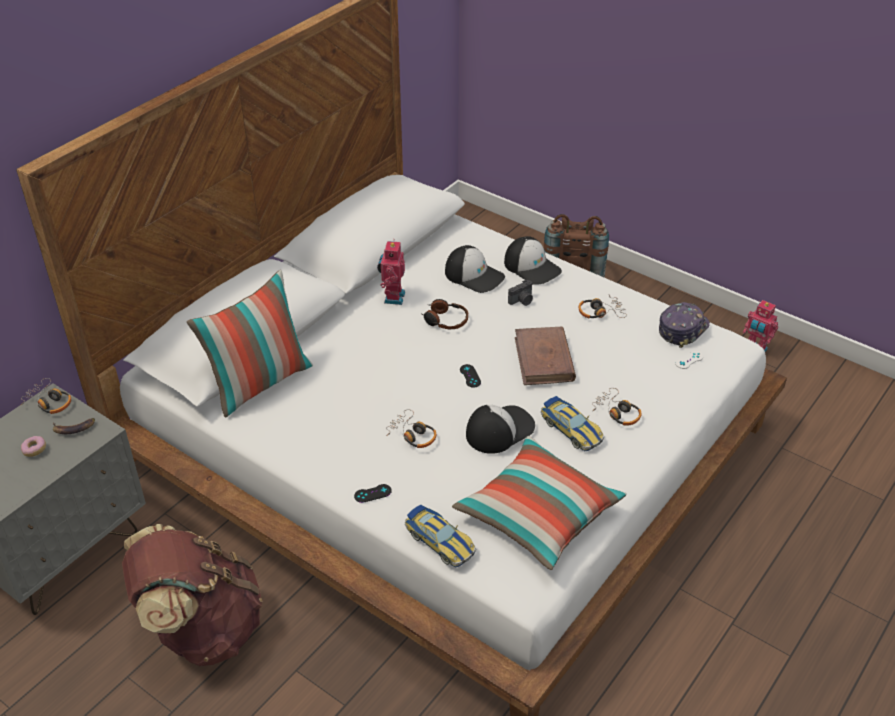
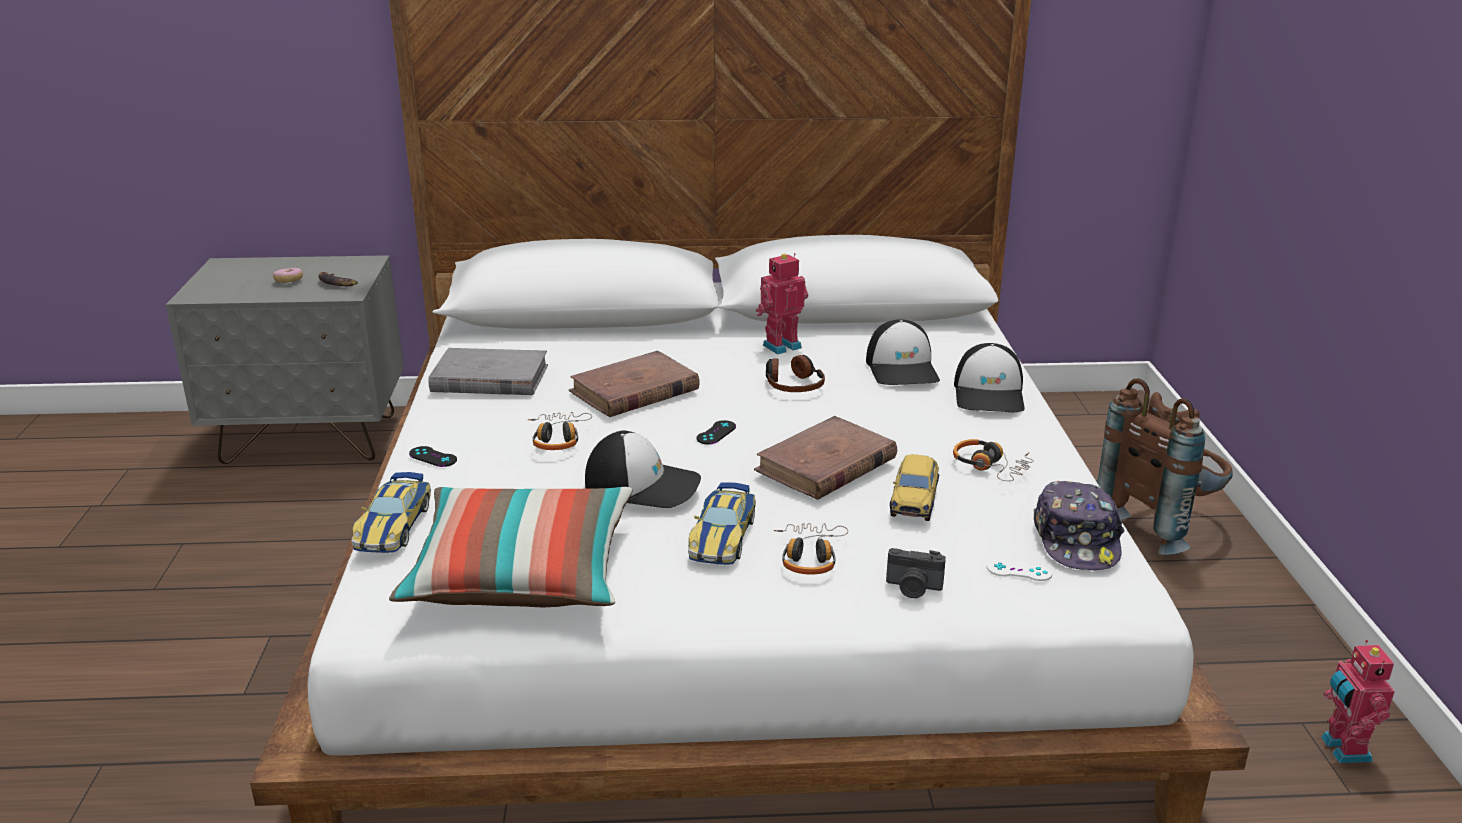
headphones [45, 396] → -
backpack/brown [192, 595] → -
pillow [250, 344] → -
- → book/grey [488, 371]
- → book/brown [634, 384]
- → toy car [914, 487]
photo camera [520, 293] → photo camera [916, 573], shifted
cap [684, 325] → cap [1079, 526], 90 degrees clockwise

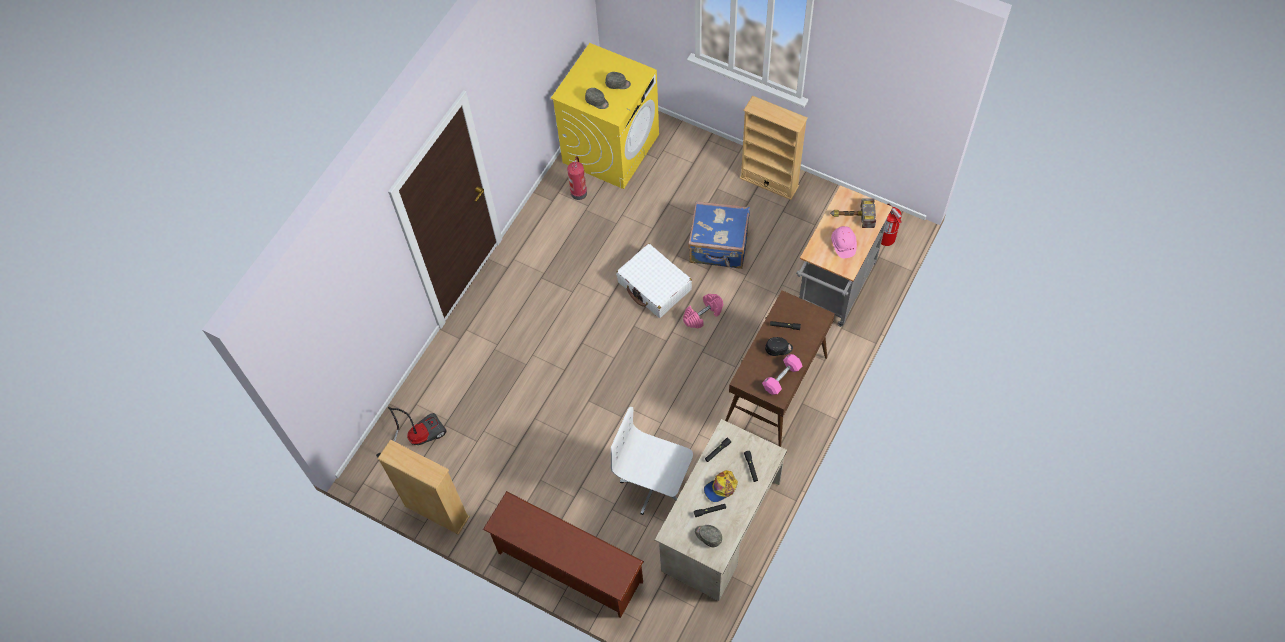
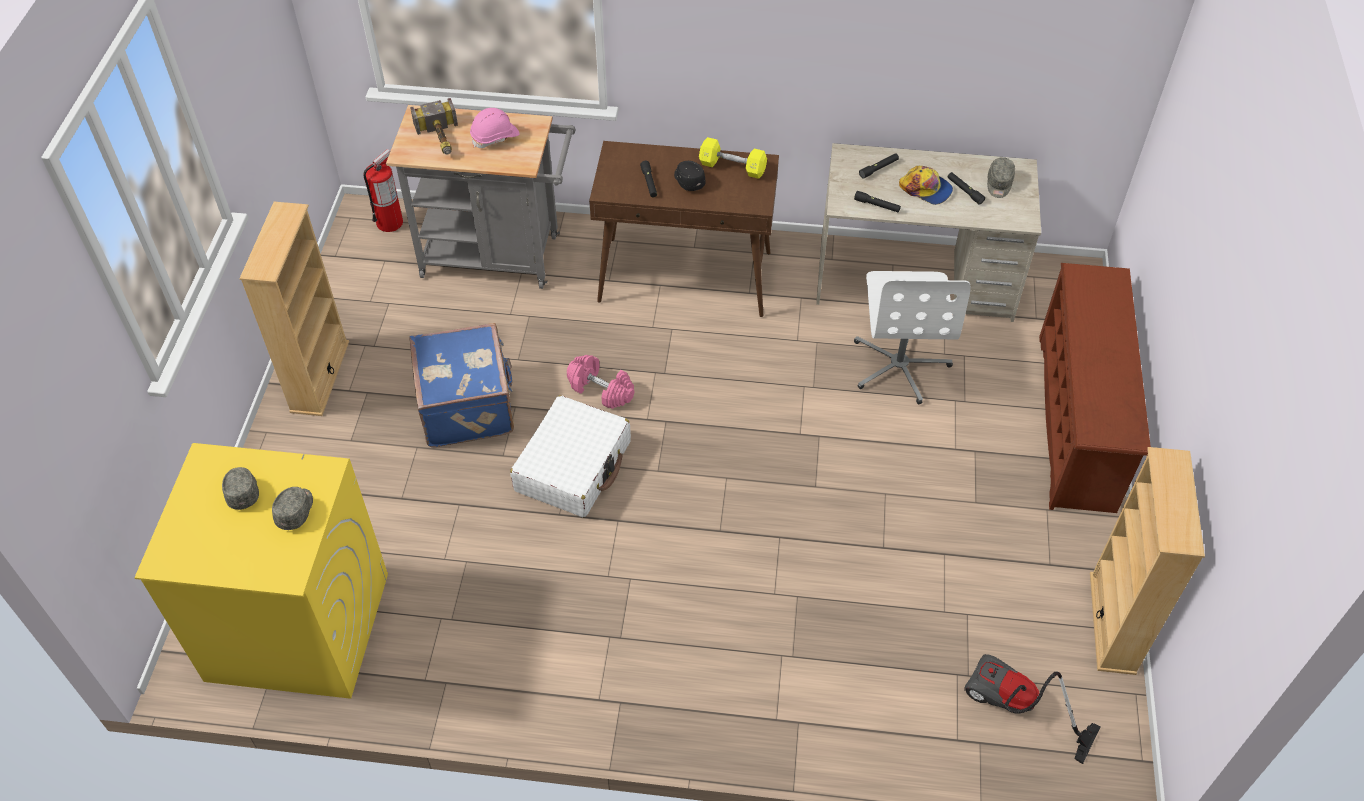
fire extinguisher [577, 178] → -
dumbbell/pink [782, 374] → dumbbell/yellow [733, 158]

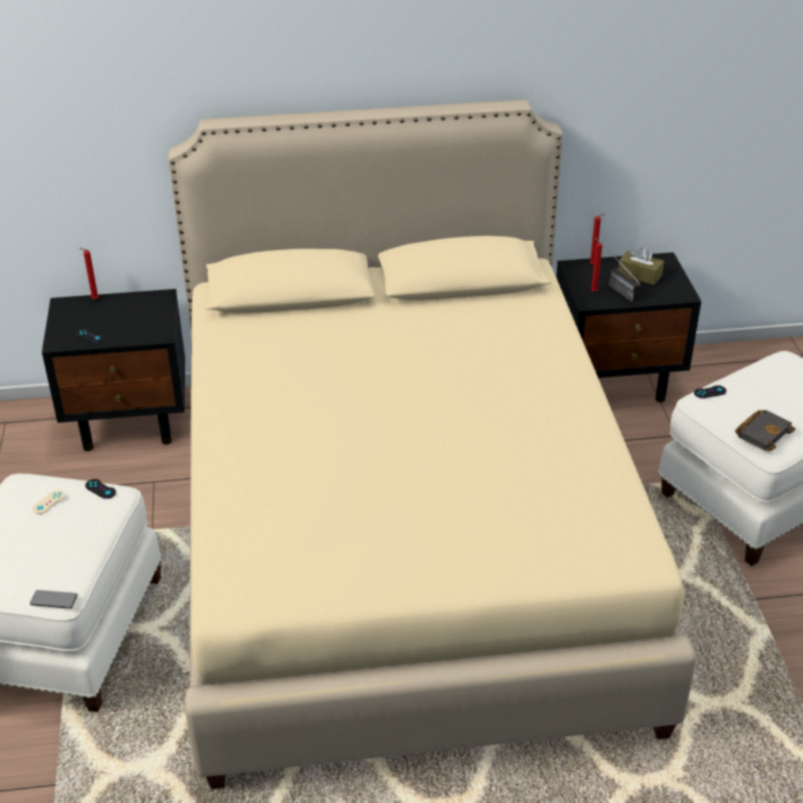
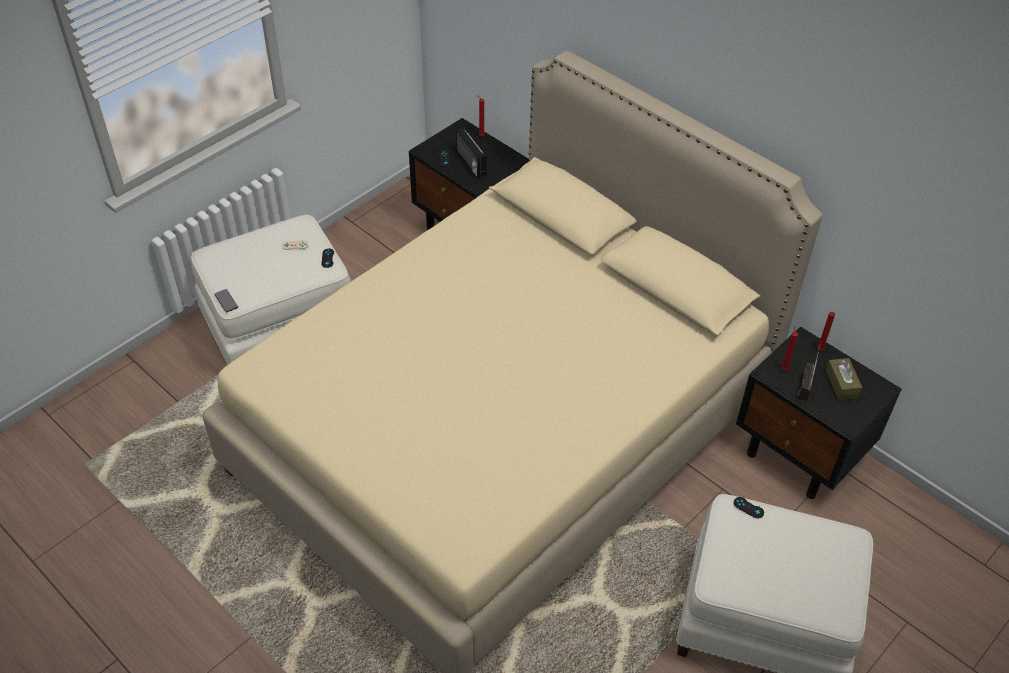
book/black [765, 430] → -
- → radio [471, 153]

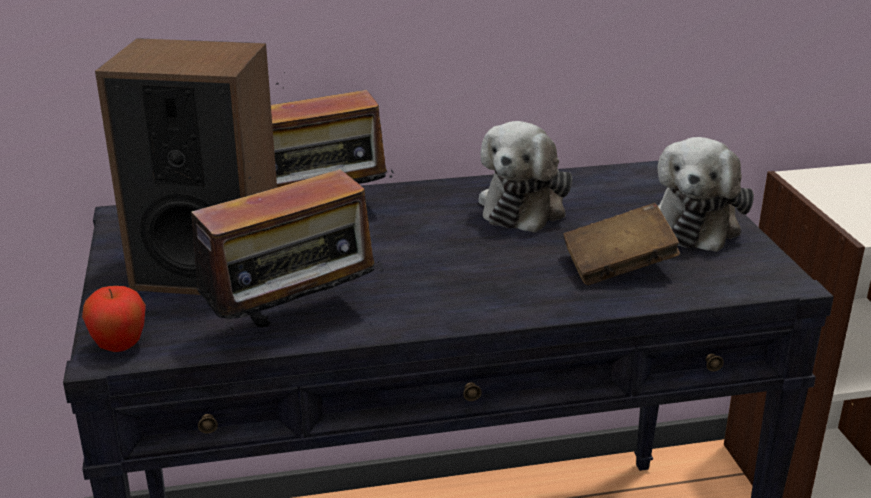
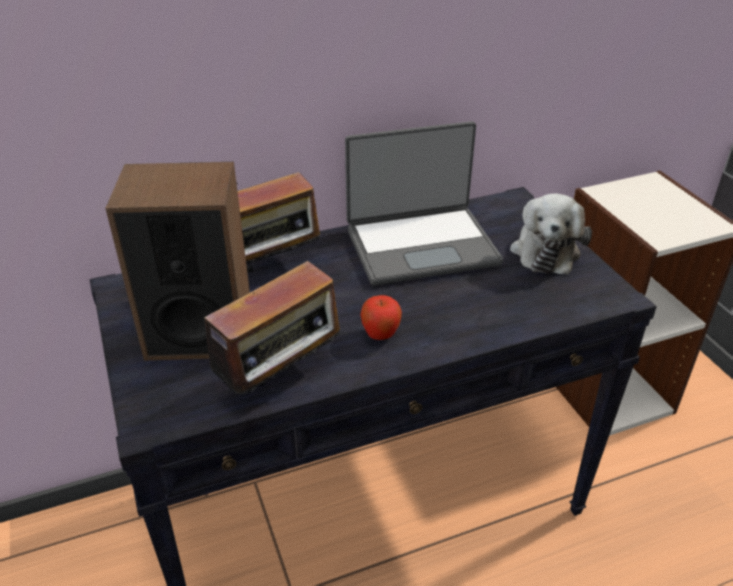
book/brown [621, 244] → -
apple [114, 319] → apple [381, 317], shifted
plush toy [525, 177] → laptop [424, 203]

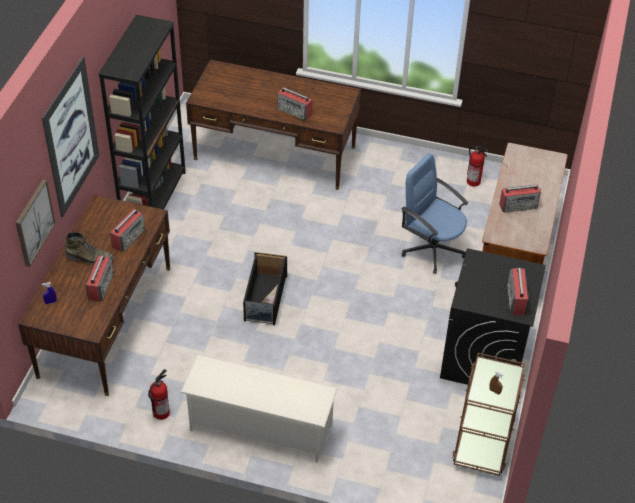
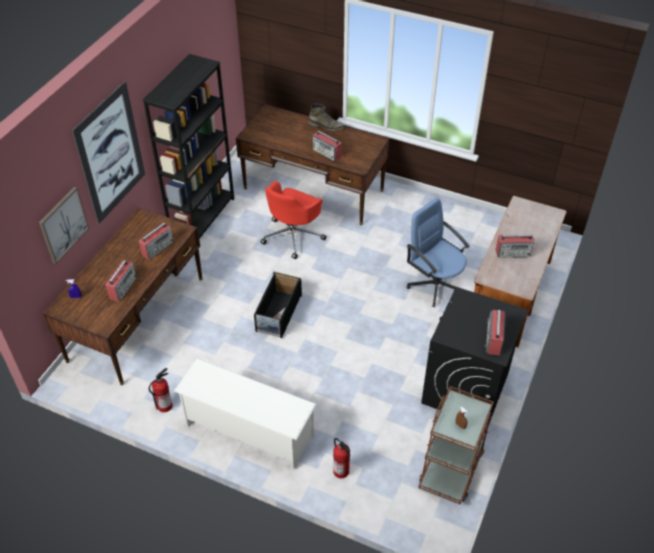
- → office chair/red [293, 220]
boot/green [89, 248] → boot/green [326, 117], shifted
fire extinguisher [477, 166] → fire extinguisher [341, 458], shifted

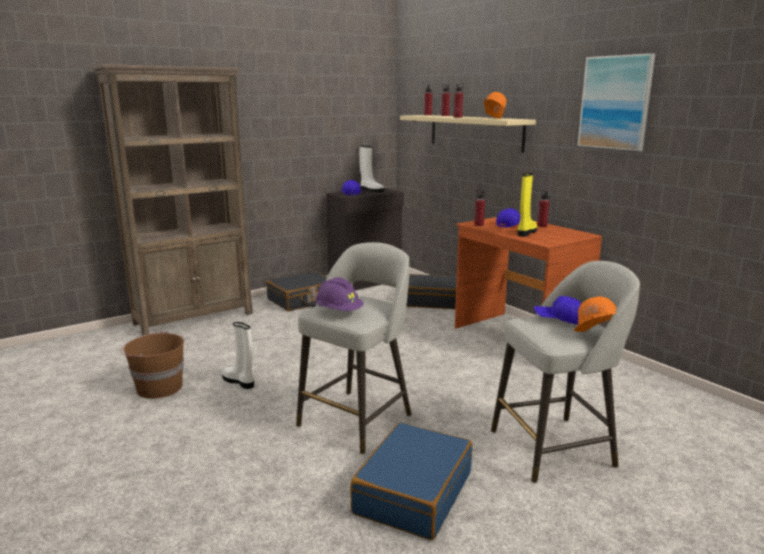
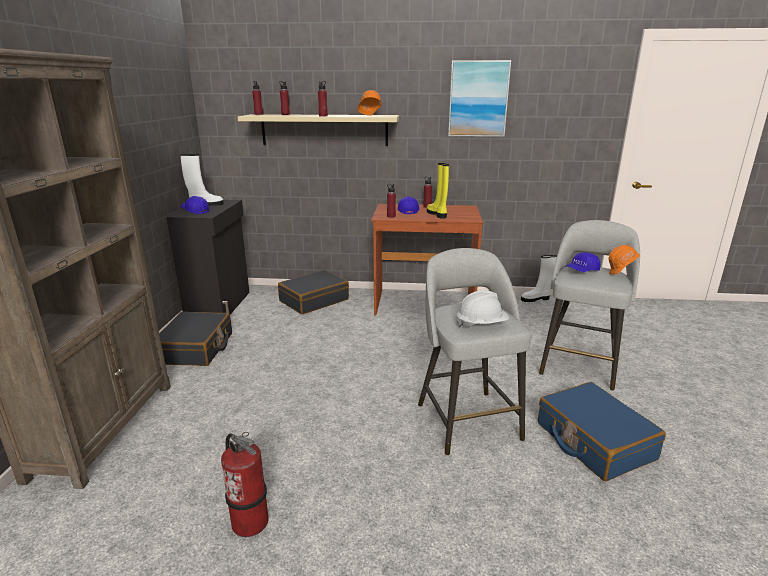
boot/white [238, 355] → boot/white [539, 278], shifted
bucket/brown [152, 365] → fire extinguisher [245, 484]
hard hat/purple [339, 294] → hard hat/white [482, 308]

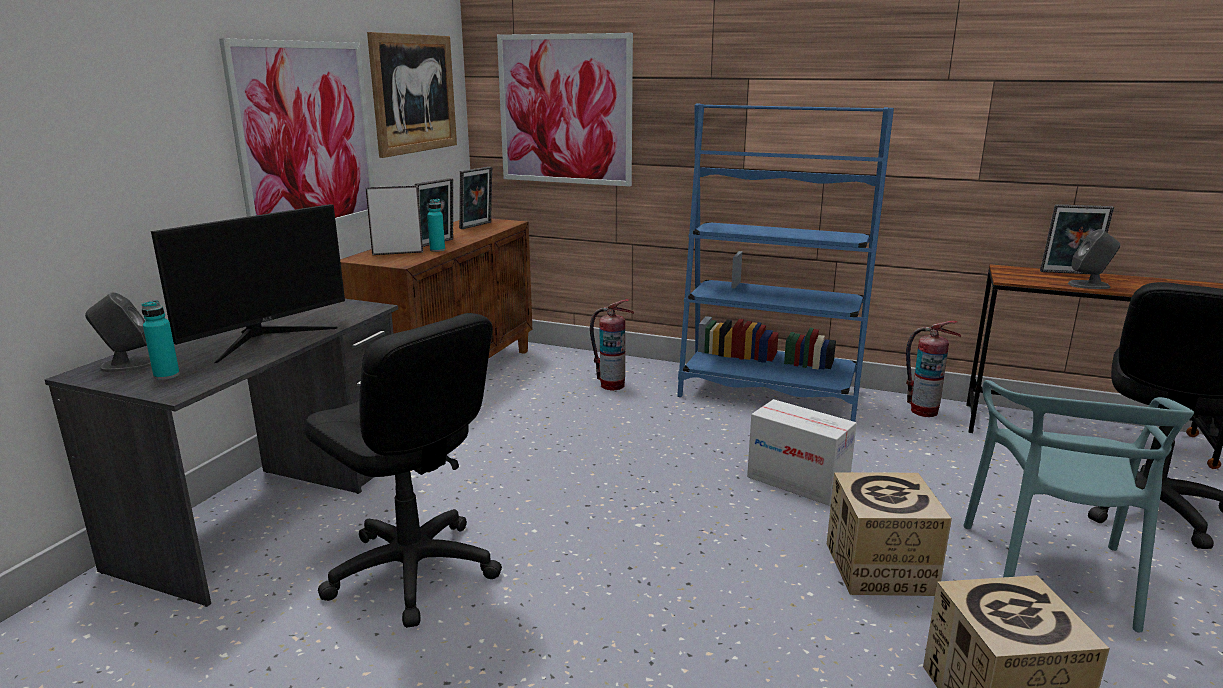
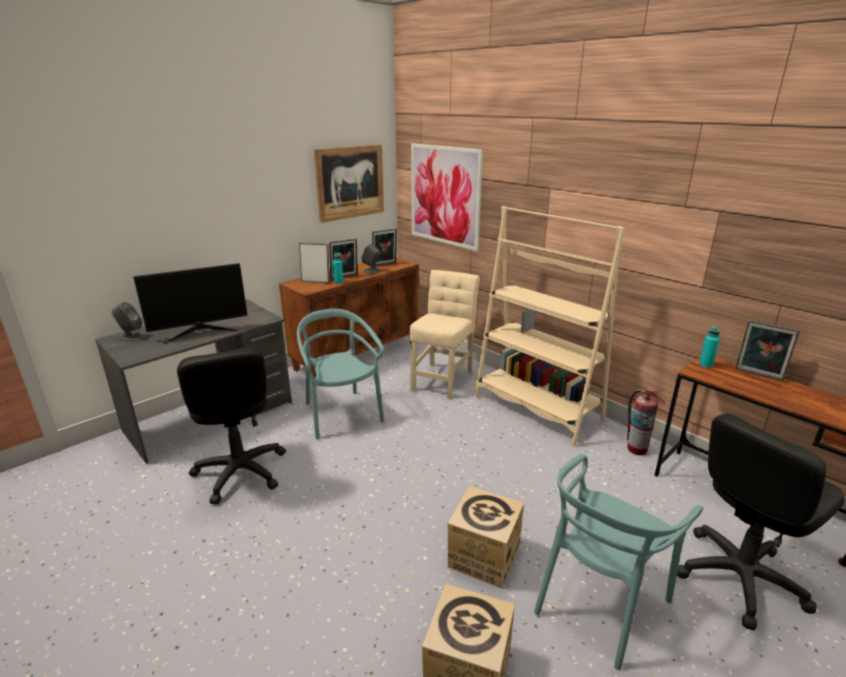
picture [296, 131] → -
cardboard box [802, 452] → -
- → chair/turquoise [340, 374]
bottle/turquoise [161, 340] → bottle/turquoise [709, 347], shifted
speaker/grey [1094, 259] → speaker/grey [371, 258], shifted
fire extinguisher [612, 345] → chair/beige [445, 334]
bookcase/blue [785, 263] → bookcase/beige [550, 326]

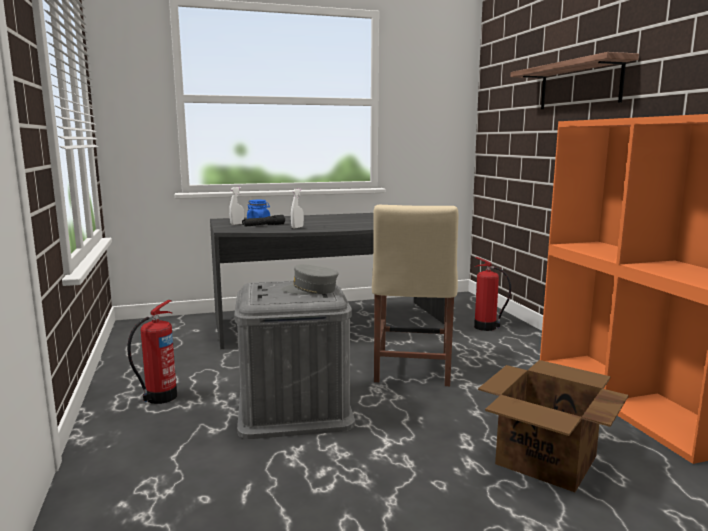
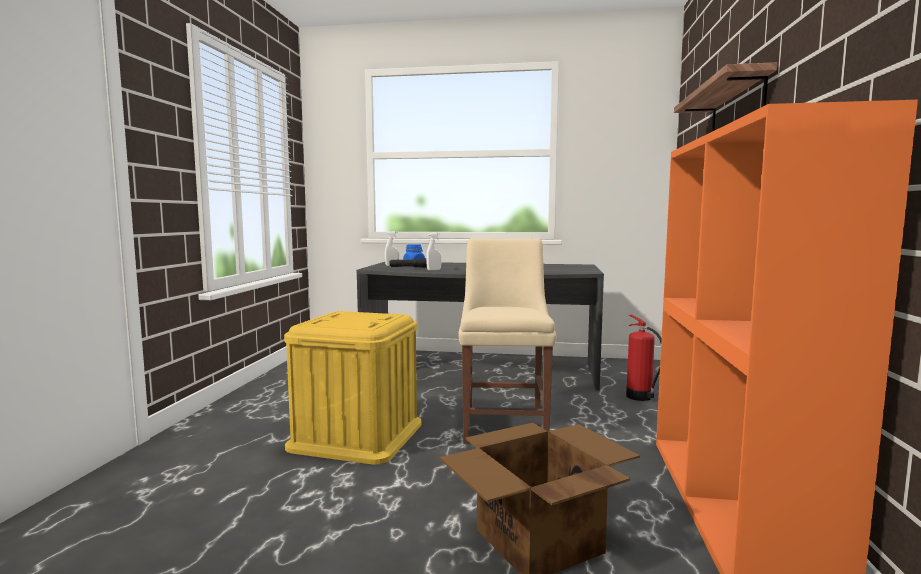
fire extinguisher [152, 352] → -
cap/grey [310, 279] → -
storage box/grey [294, 360] → storage box/yellow [353, 387]
chair/beige [415, 295] → chair/beige [507, 340], 150 degrees clockwise

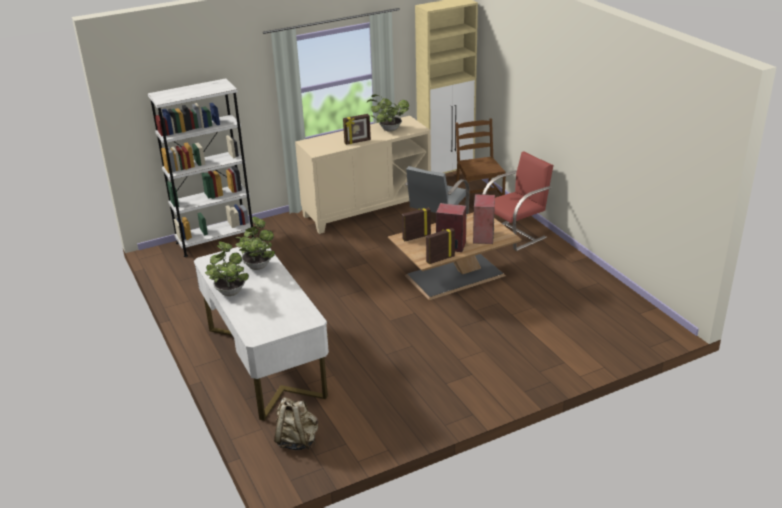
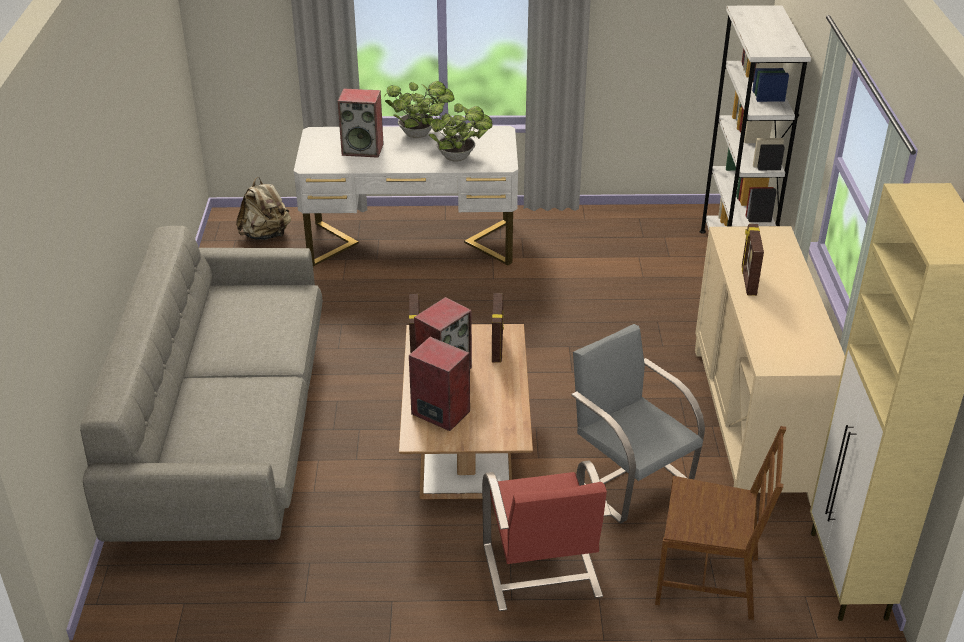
potted plant [387, 112] → -
- → sofa/grey [201, 385]
- → speaker [361, 123]

